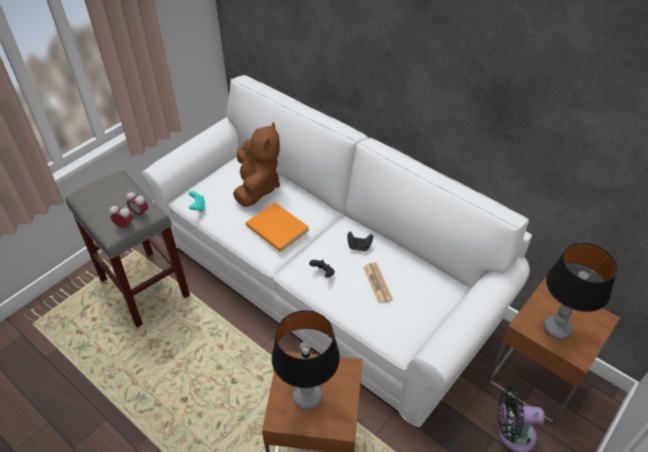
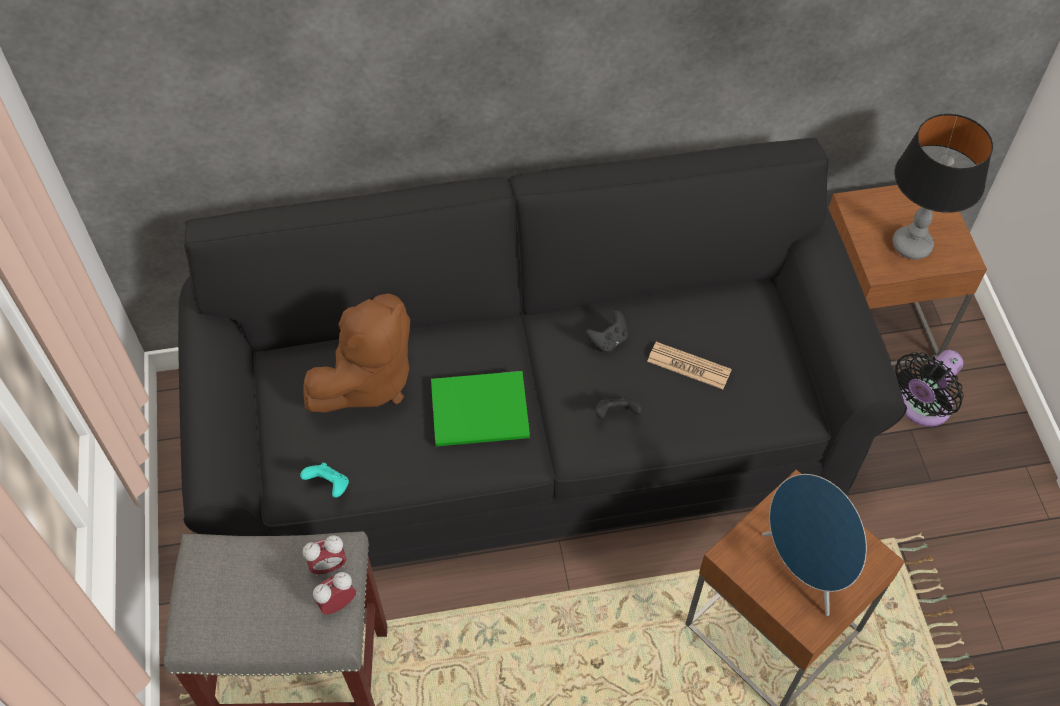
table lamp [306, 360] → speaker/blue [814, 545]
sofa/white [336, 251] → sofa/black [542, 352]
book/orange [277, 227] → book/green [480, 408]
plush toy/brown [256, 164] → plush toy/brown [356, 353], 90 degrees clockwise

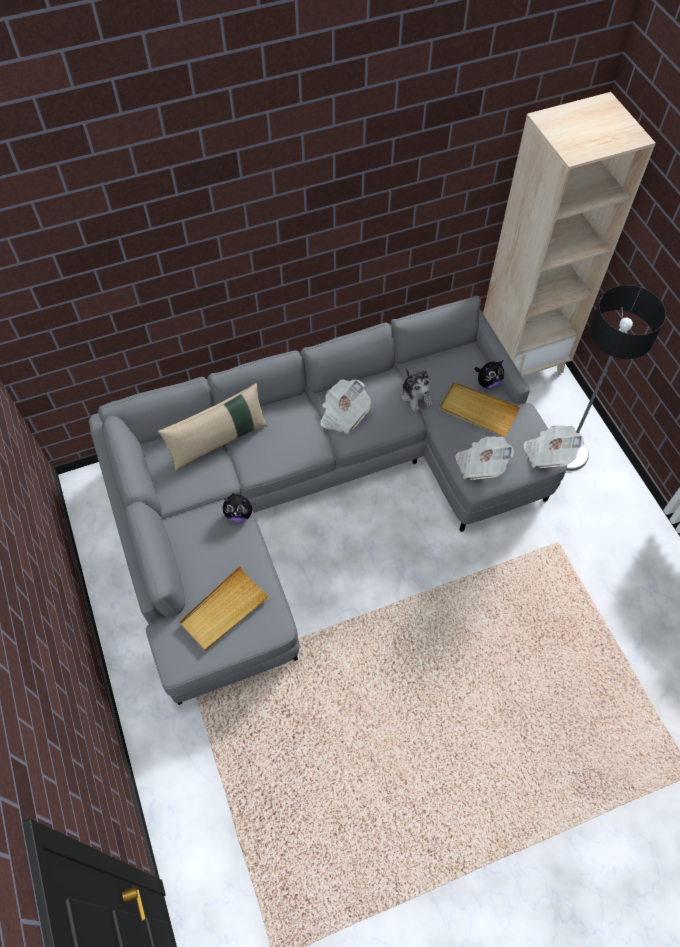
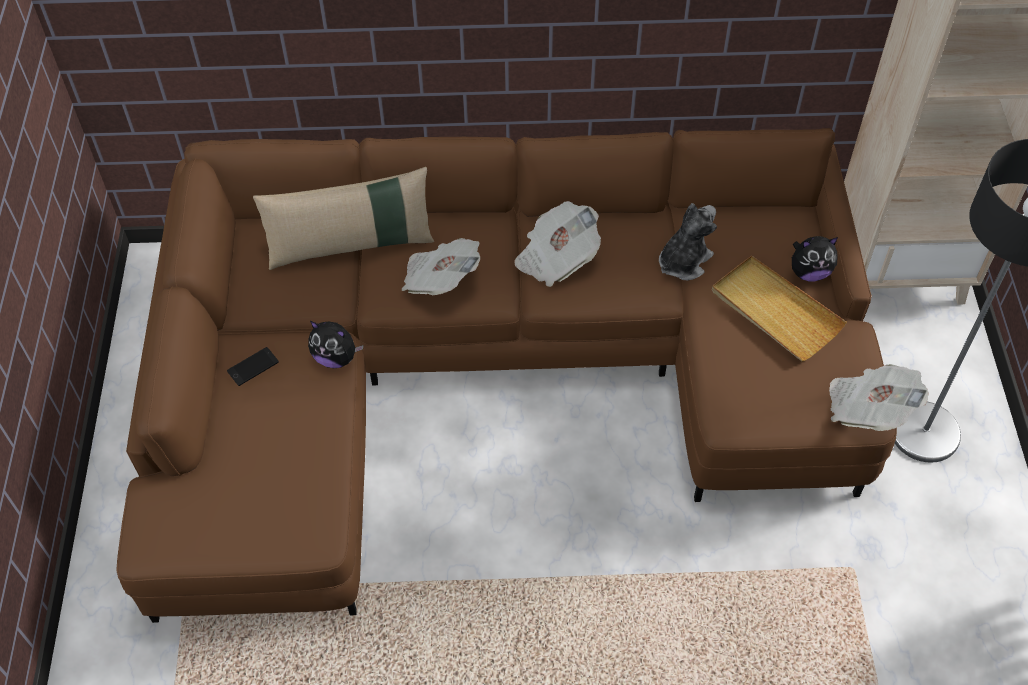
tray/beige [224, 608] → -
- → phone [253, 366]
newspaper [484, 458] → newspaper [440, 266], shifted
sofa/grey [328, 500] → sofa/brown [506, 375]
plush toy [417, 389] → plush toy [688, 242], 135 degrees counterclockwise

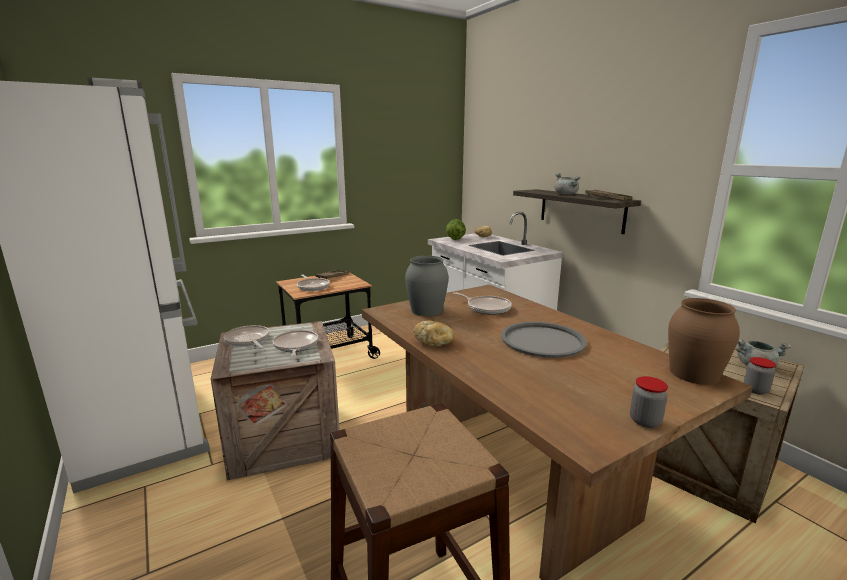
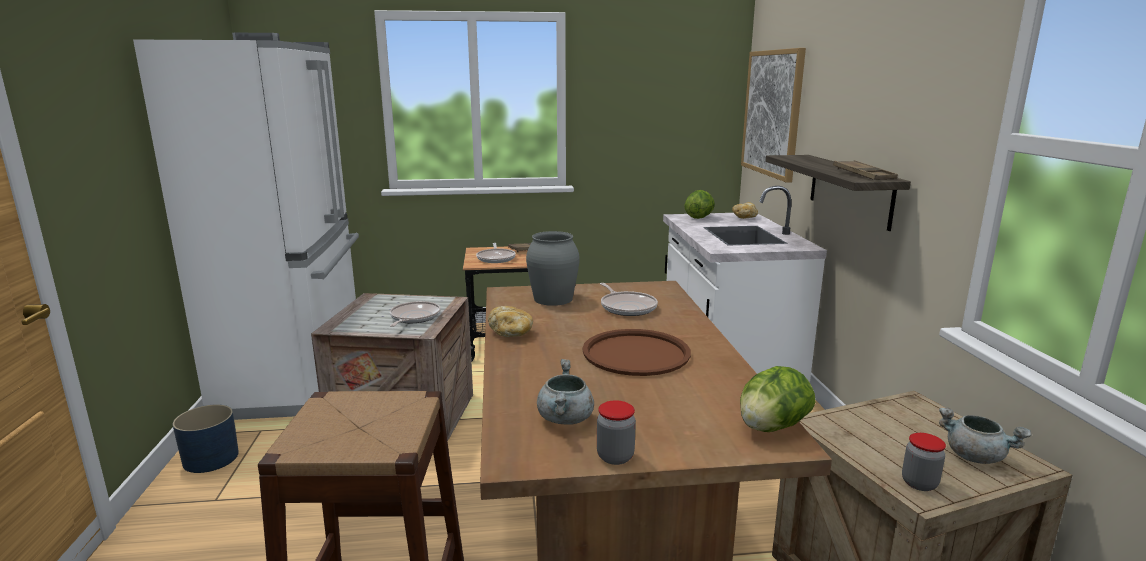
frying pan [246, 337] → -
- → planter/blue [206, 438]
- → picture [773, 115]
cooking pot/grey [567, 184] → cooking pot/grey [565, 391], shifted
vase/brown [704, 341] → lettuce [778, 399]
tray/grey [544, 340] → tray/brown [636, 352]

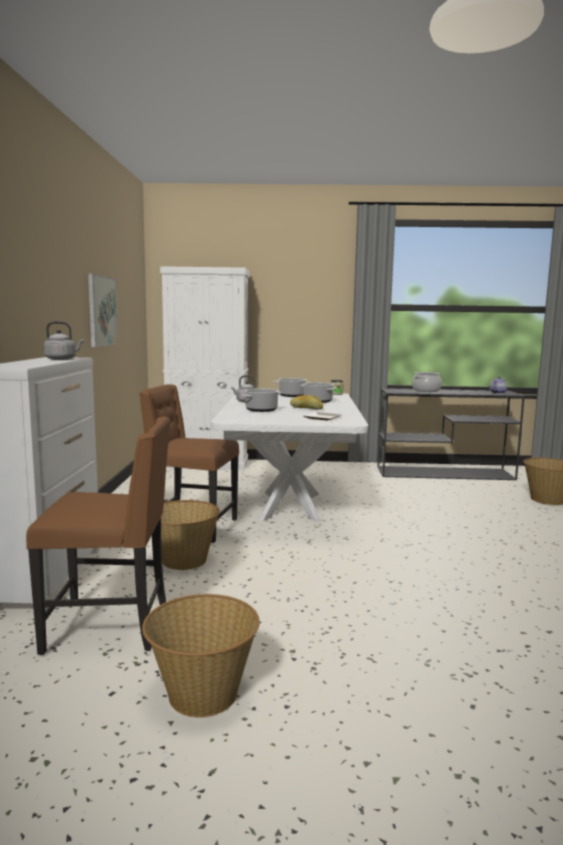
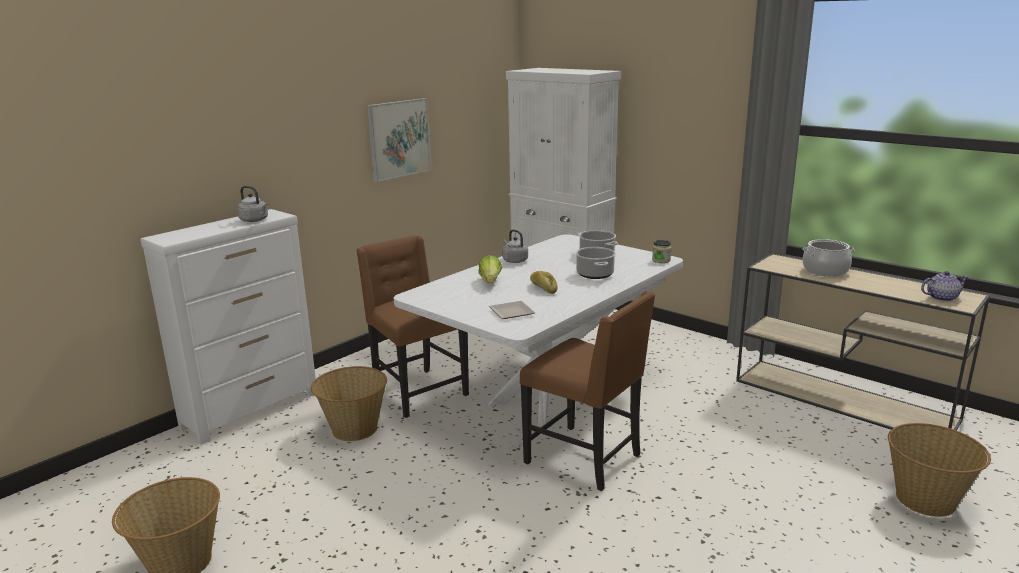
chair/brown [98, 536] → chair/brown [587, 391], shifted
cooking pot [261, 400] → lettuce [490, 269]
console table/black [451, 434] → console table/beige [863, 342]

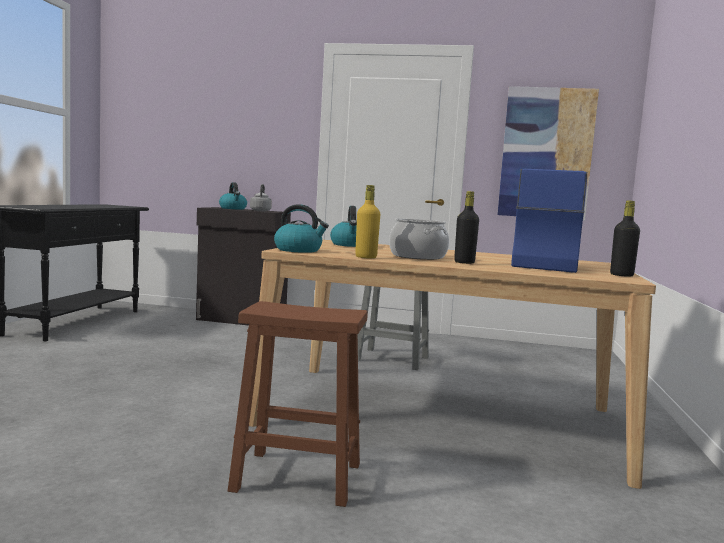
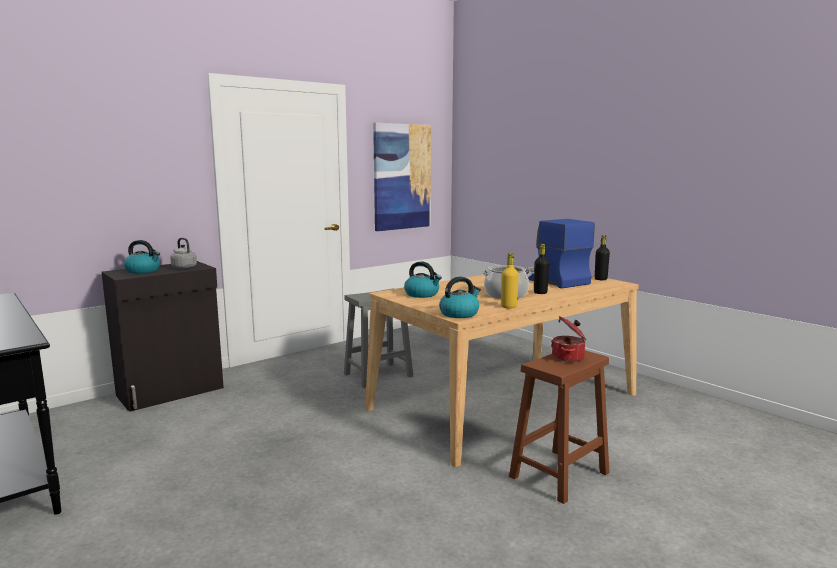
- → cooking pot [568, 339]

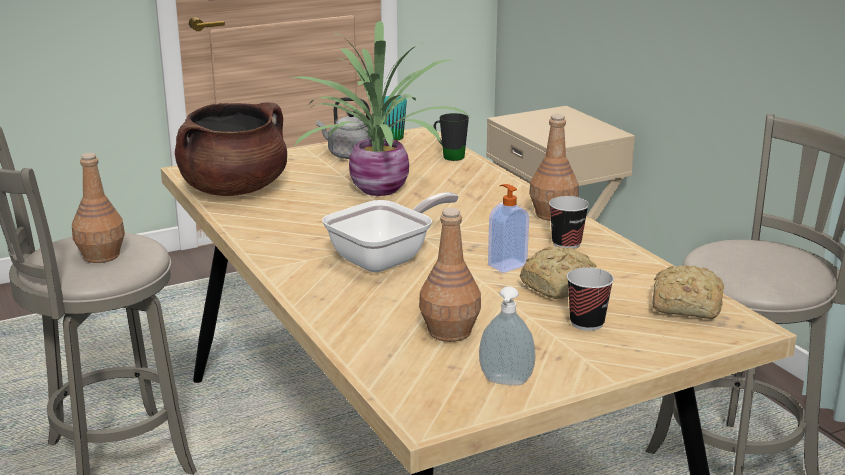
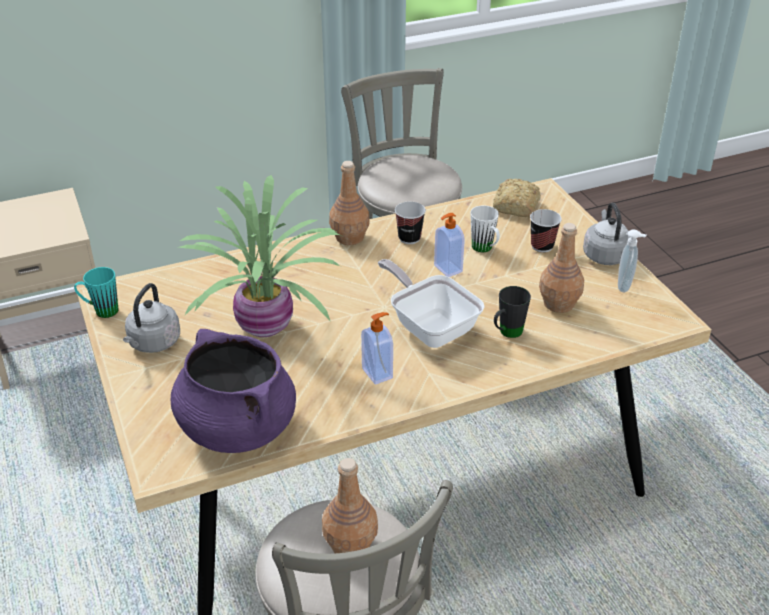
- → soap dispenser [377, 348]
- → kettle/grey [606, 234]
mug/black [451, 137] → mug/black [512, 312], shifted
bread [558, 272] → mug/white [485, 228]
cooking pot/brown [231, 149] → cooking pot/purple [233, 391]

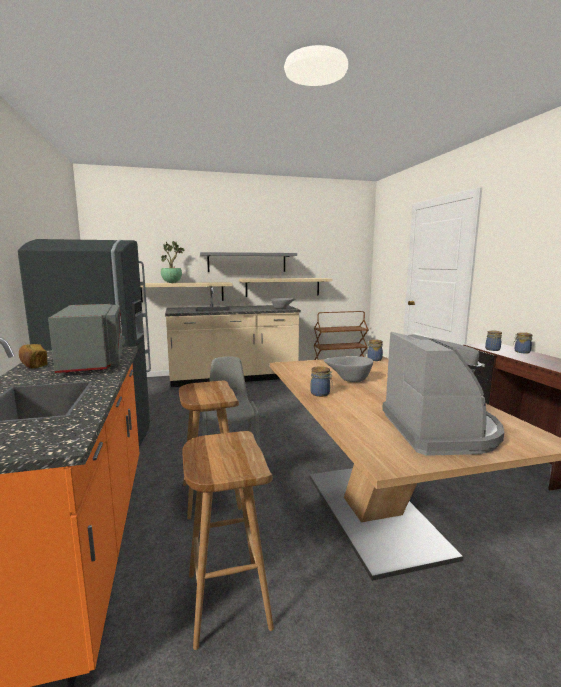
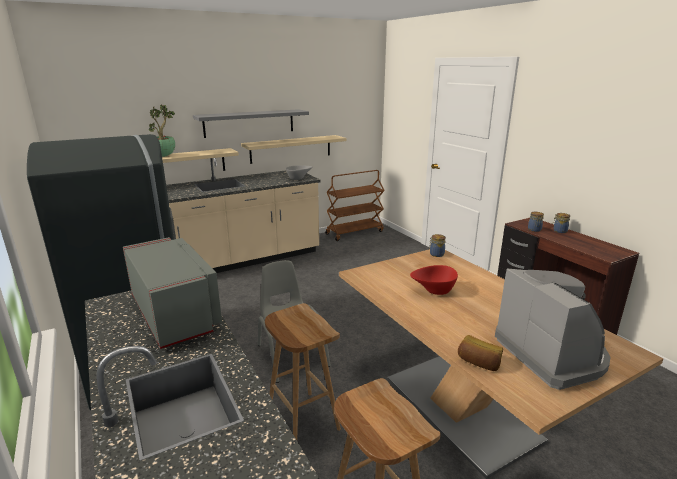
jar [321, 381] → -
bread [33, 356] → bread [480, 353], shifted
bowl/grey [348, 369] → bowl/red [434, 280]

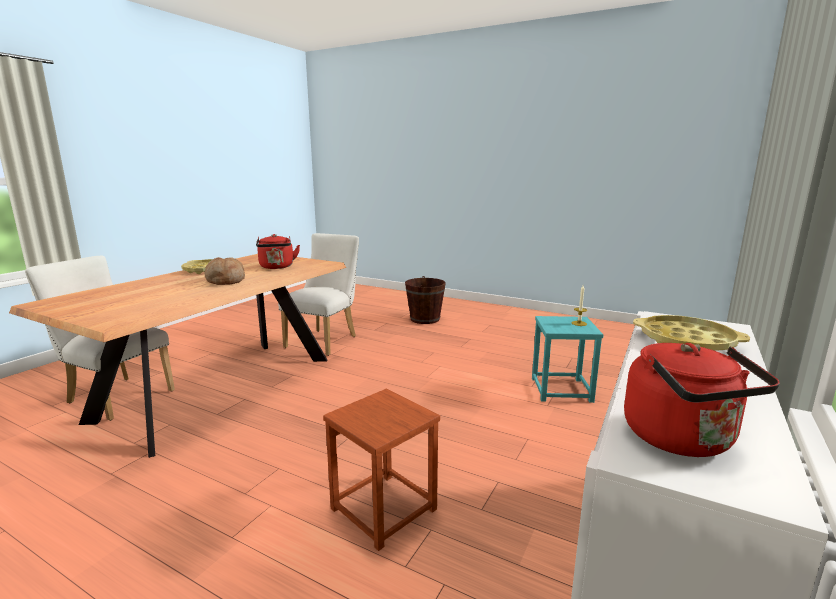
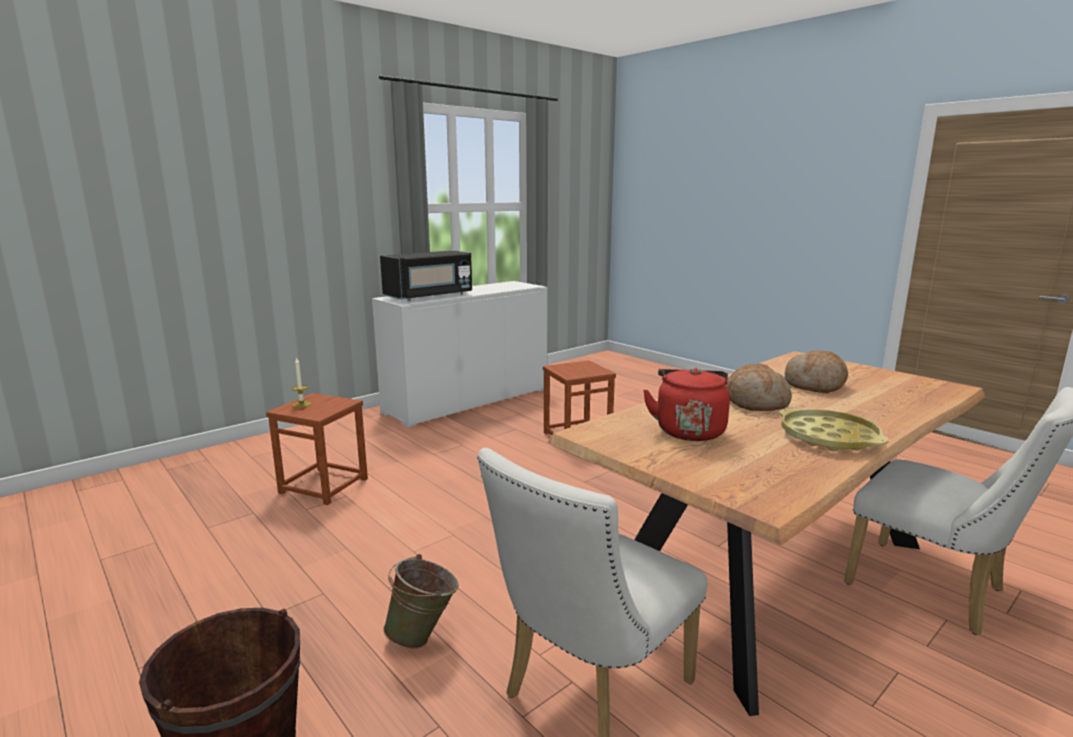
kettle/red [702, 400] → -
- → bucket/green [421, 601]
- → bread [816, 371]
tray/yellow [691, 333] → microwave/black [426, 275]
stool/turquoise [567, 359] → stool/brown [317, 449]

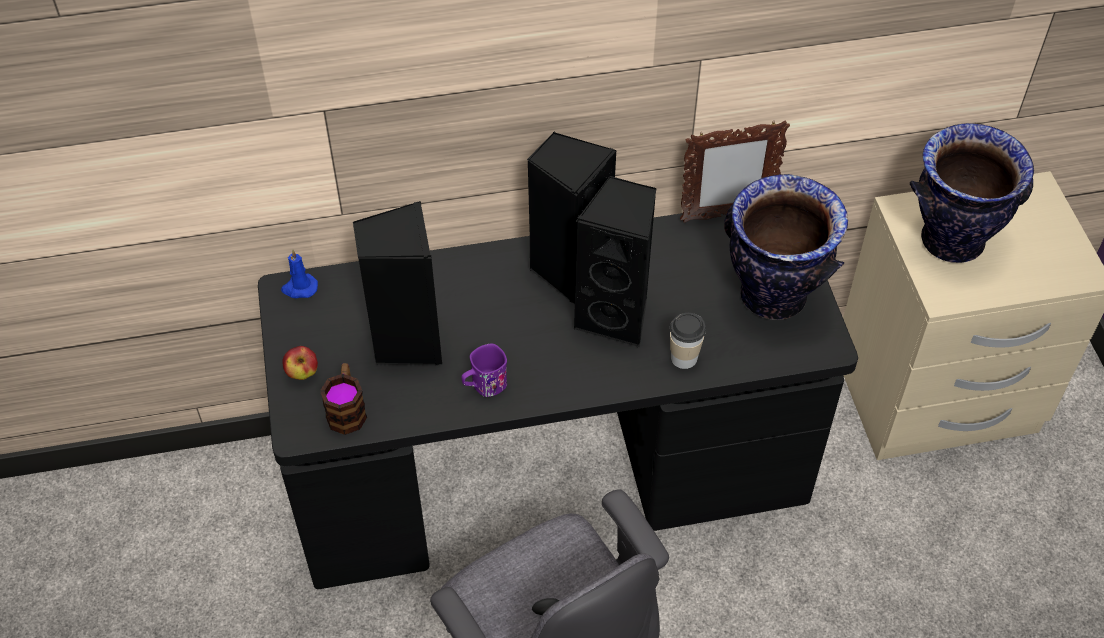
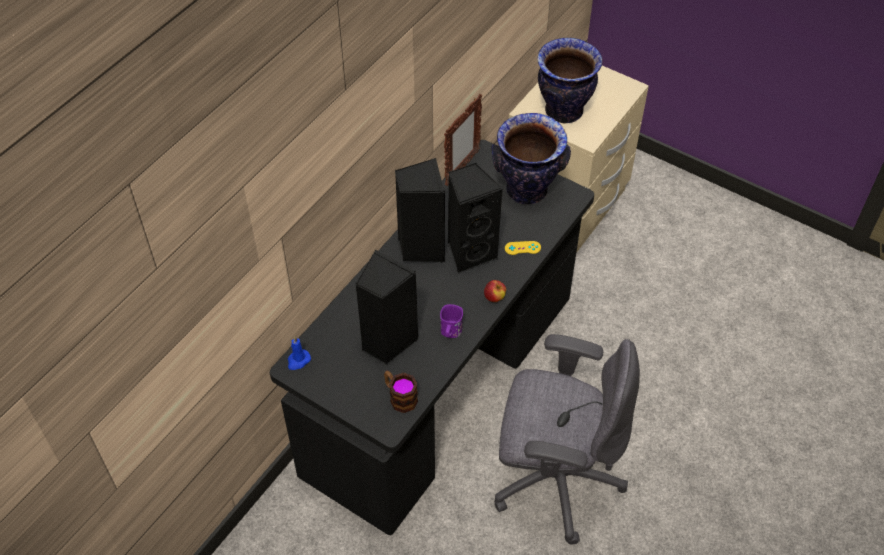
apple [300, 363] → apple [495, 291], shifted
cup [688, 341] → game controller/yellow [523, 248]

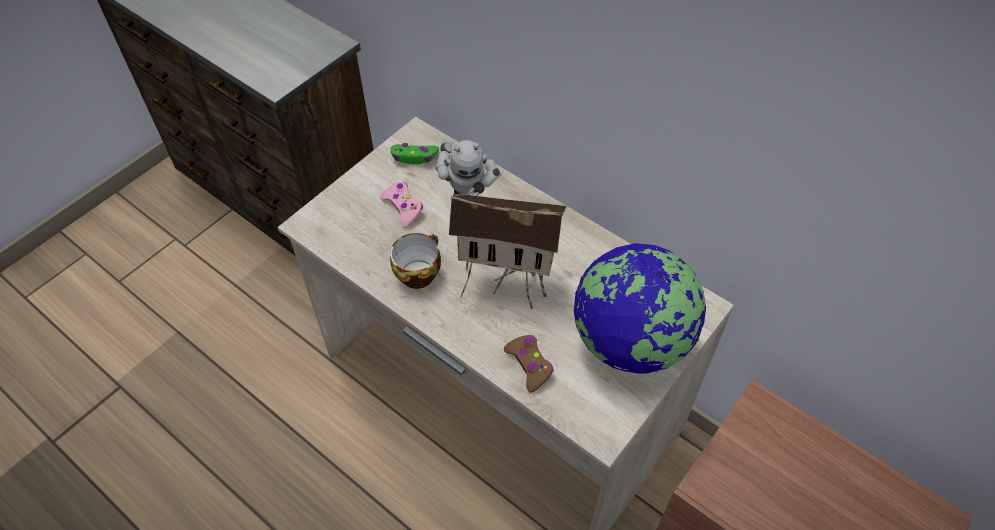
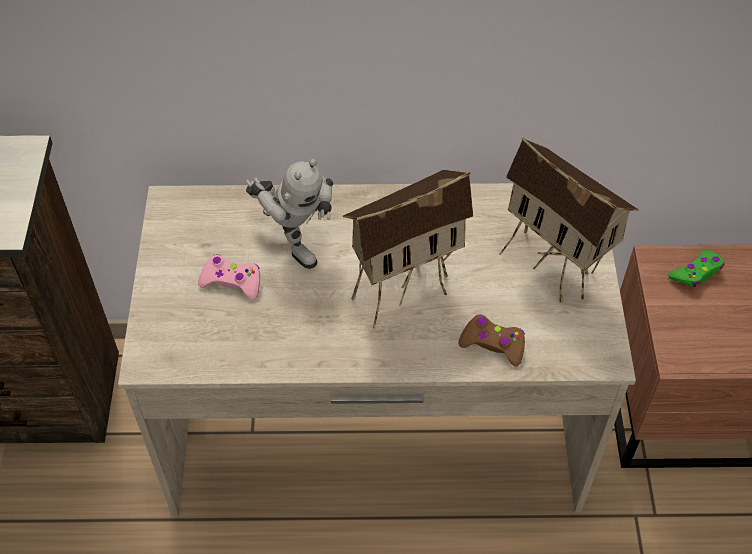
cup [415, 261] → -
game controller/green [415, 153] → game controller/green [696, 268], shifted
globe [640, 308] → toy house [569, 220]

